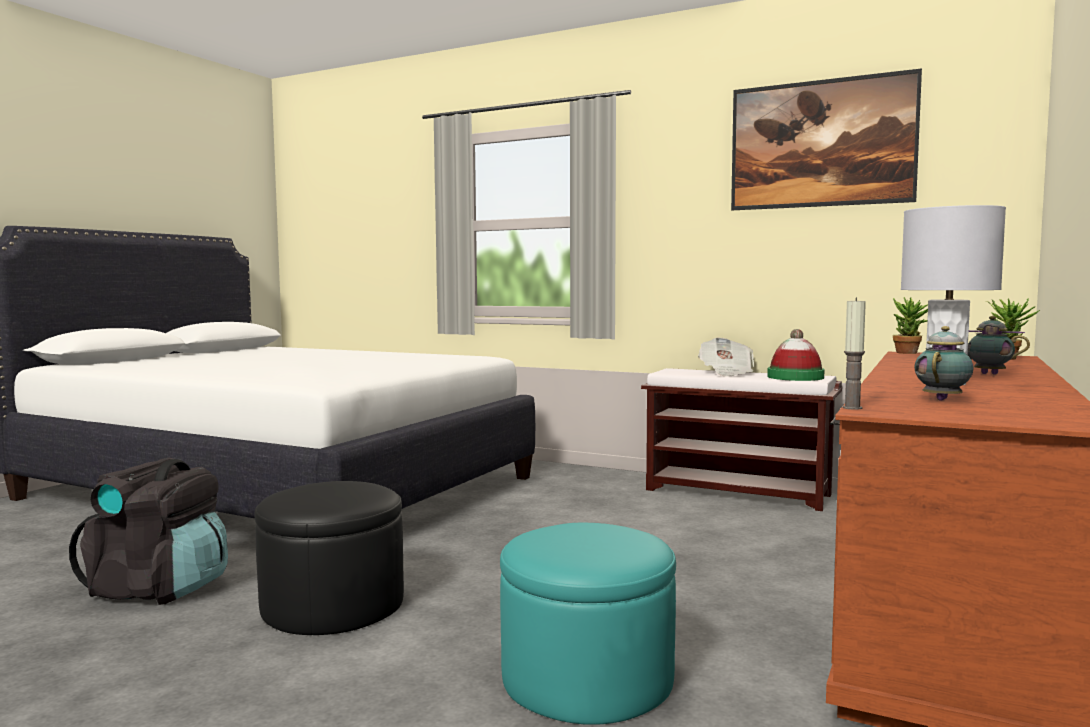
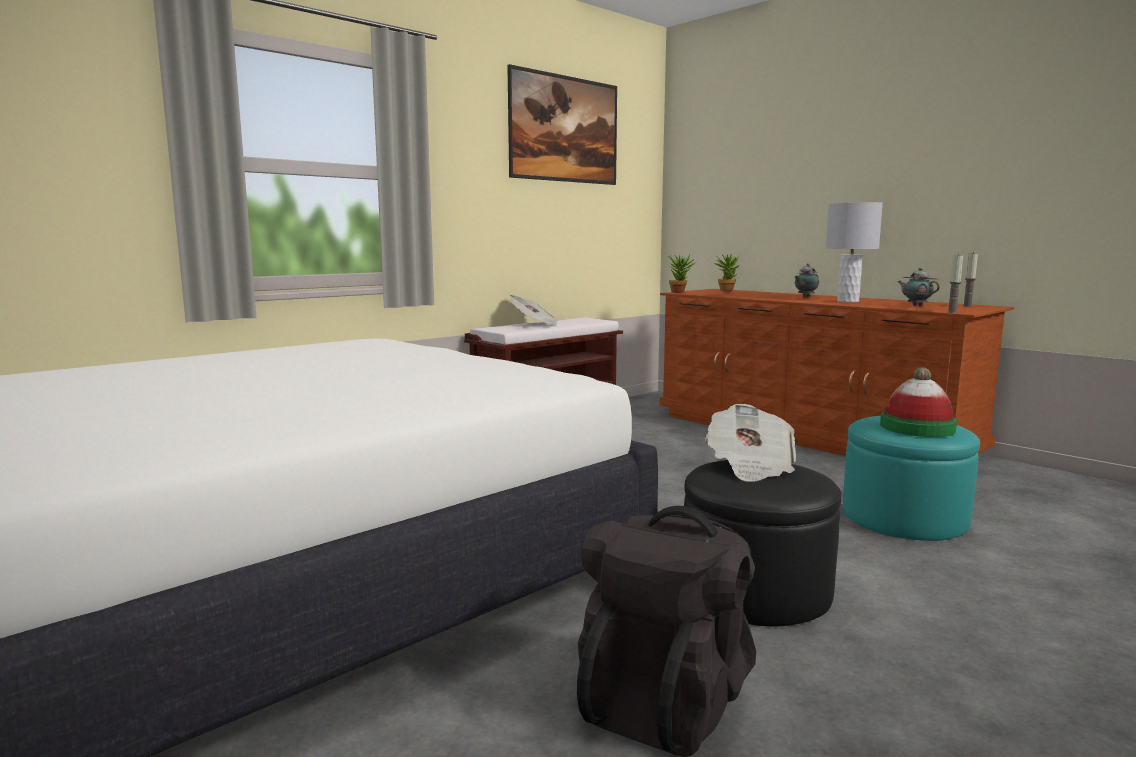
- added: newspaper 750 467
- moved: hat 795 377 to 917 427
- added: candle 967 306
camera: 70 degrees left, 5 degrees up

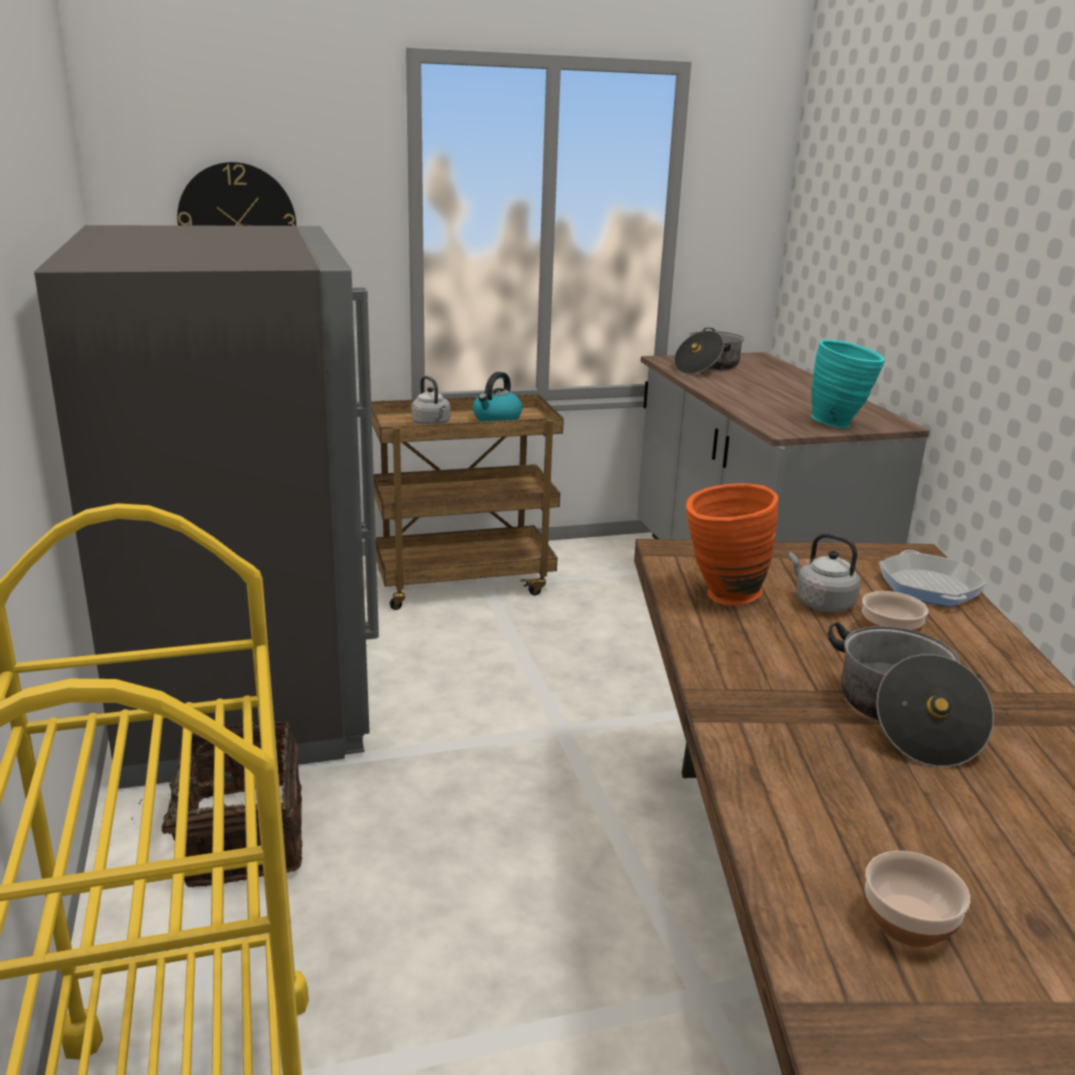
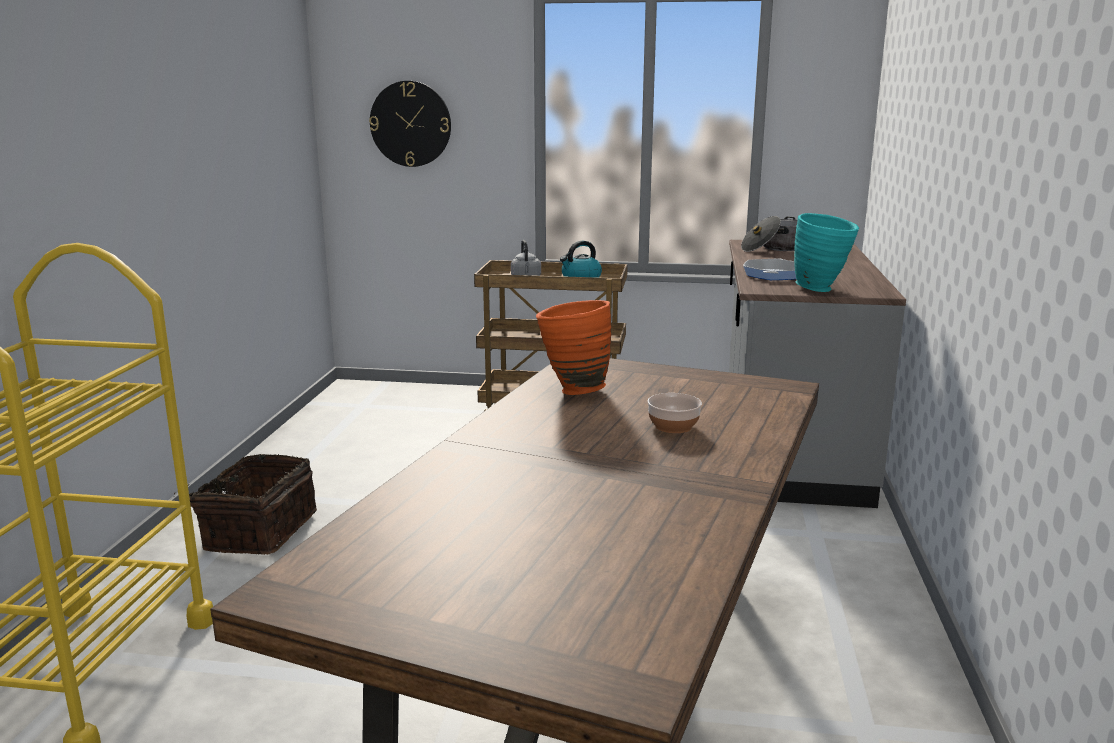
- moved: frying pan 929 587 to 773 274
- removed: fridge (grey) 247 689
- removed: kettle (grey) 821 603
- removed: cooking pot 903 716
- removed: bowl 908 921
camera: 25 degrees right, 5 degrees down

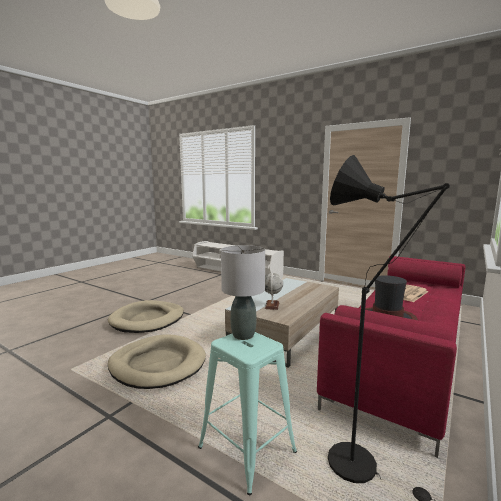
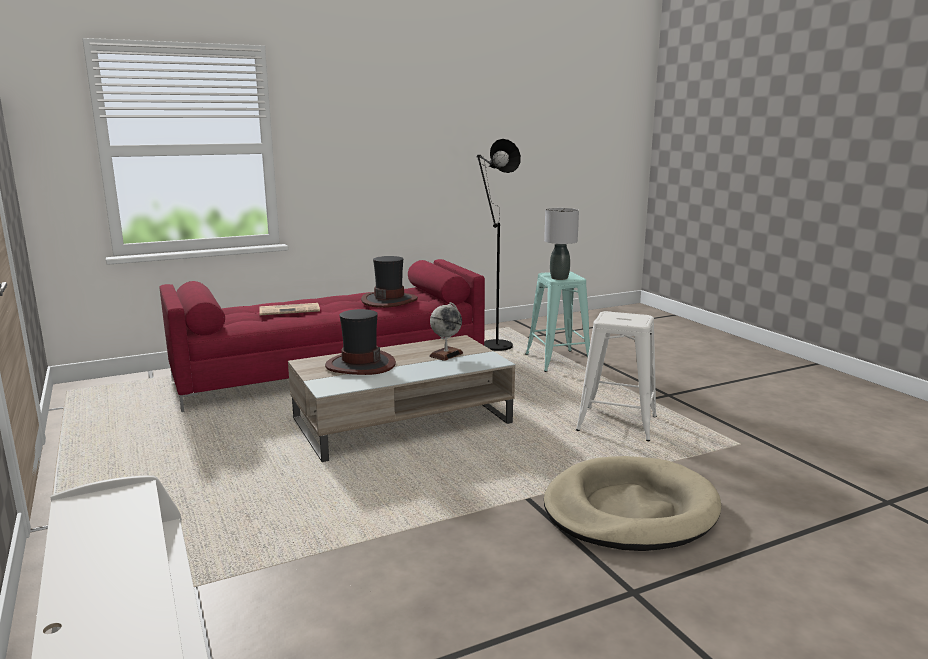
- added: hat 360 365
- replaced: dog bed (beige) 158 364 to stool (white) 617 423
camera: 150 degrees left, 5 degrees up

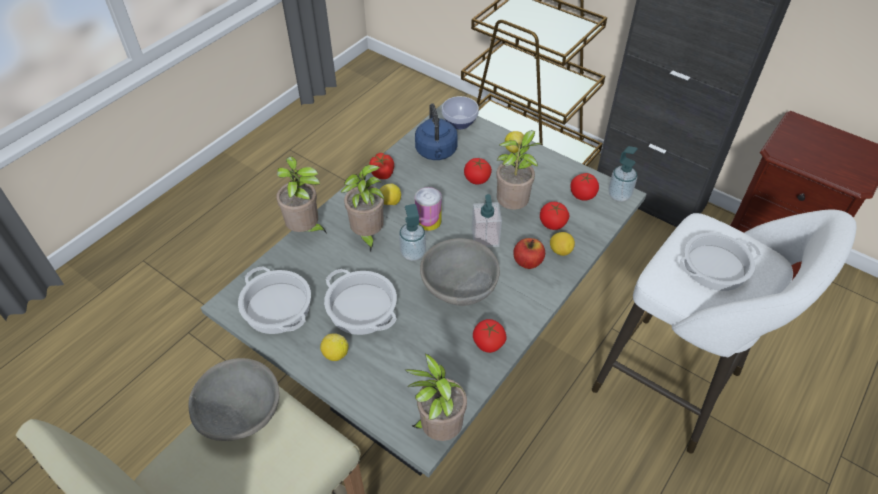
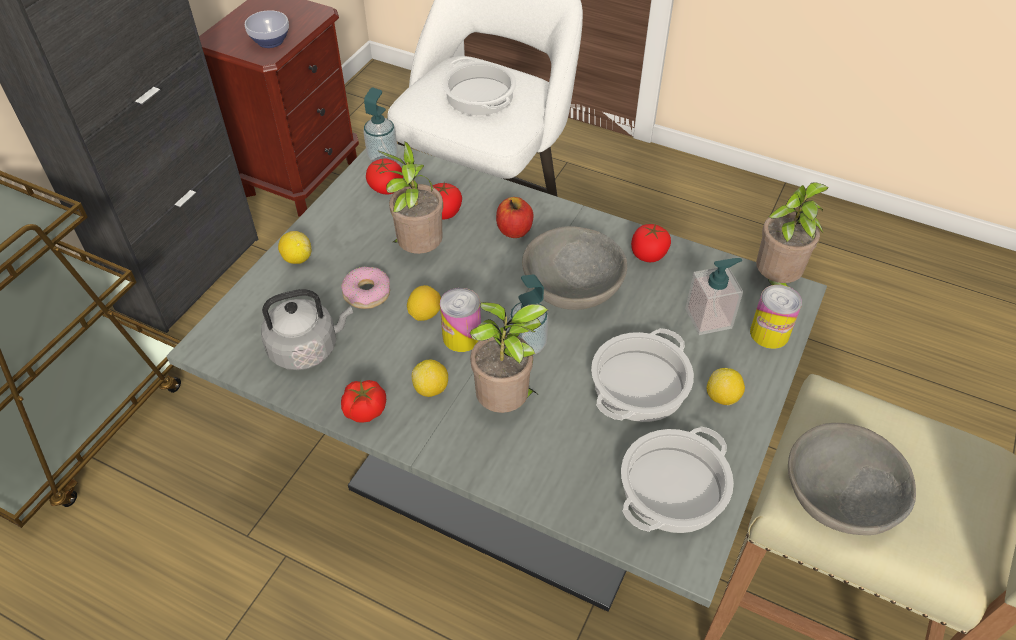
- moved: bowl 461 122 to 270 41
- recoloured: kettle (blue) 436 152 to kettle (grey) 307 348
- replaced: tomato 477 179 to donut 366 293
- moved: lemon 560 251 to 425 314
- moved: soap dispenser 485 238 to 708 318
- added: can 769 333
- removed: potted plant 306 230
camera: 100 degrees left, 0 degrees up

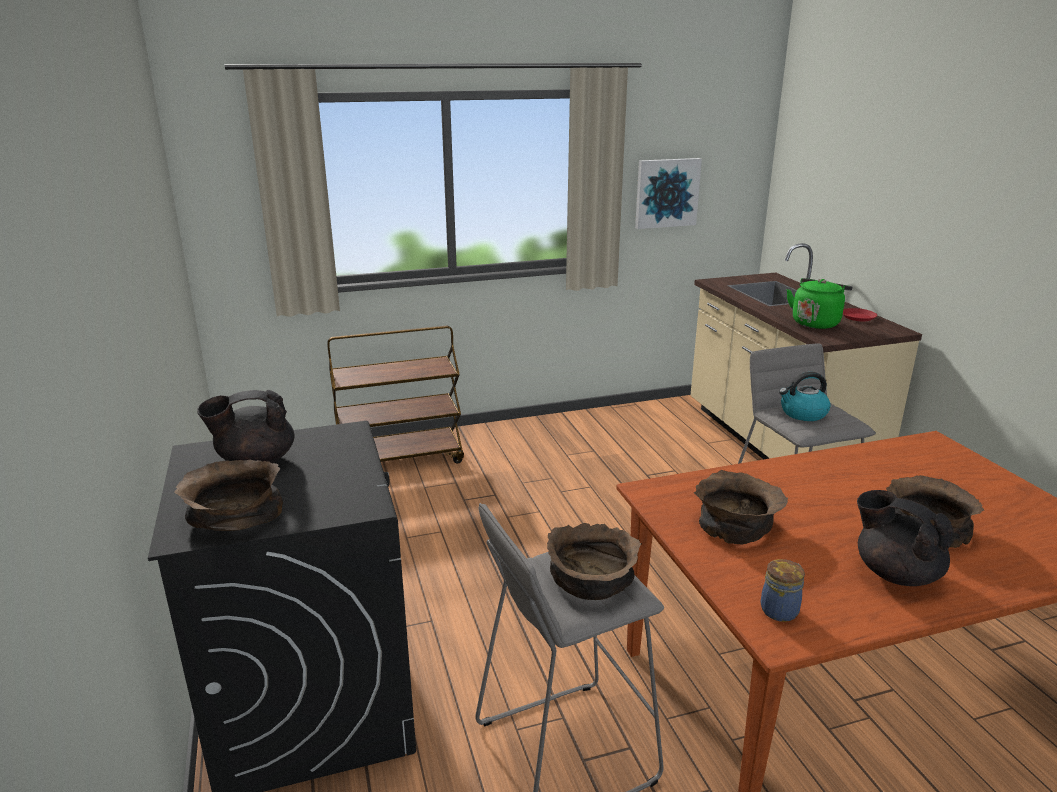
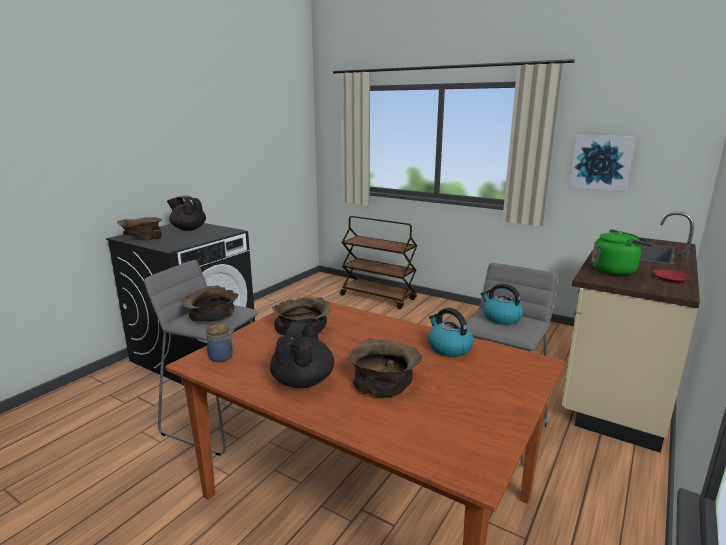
- added: kettle 448 348
camera: 50 degrees right, 5 degrees down

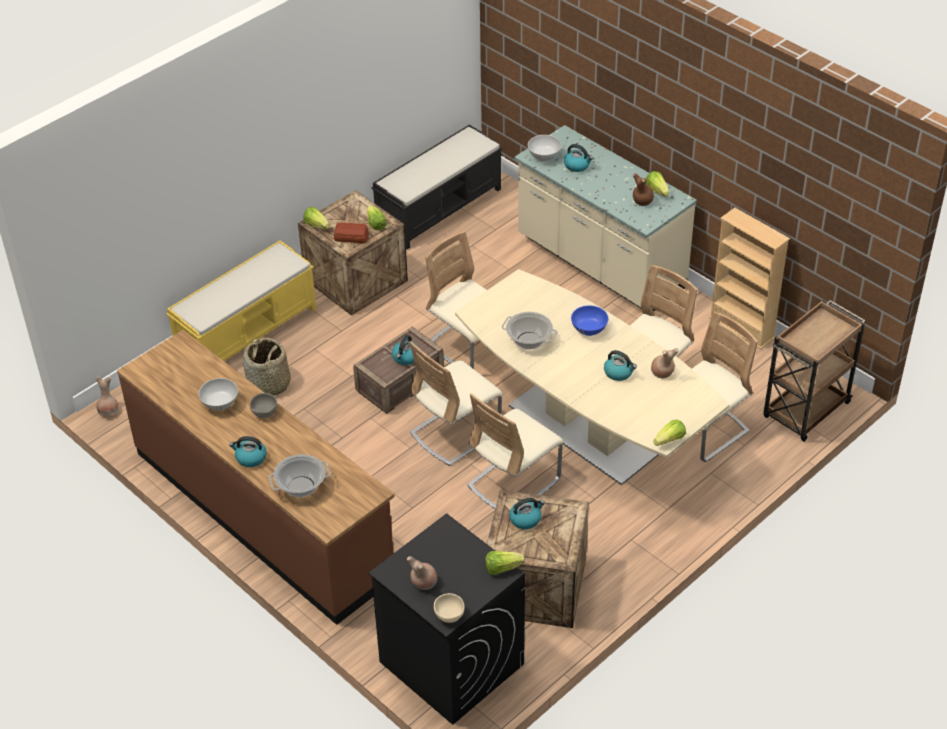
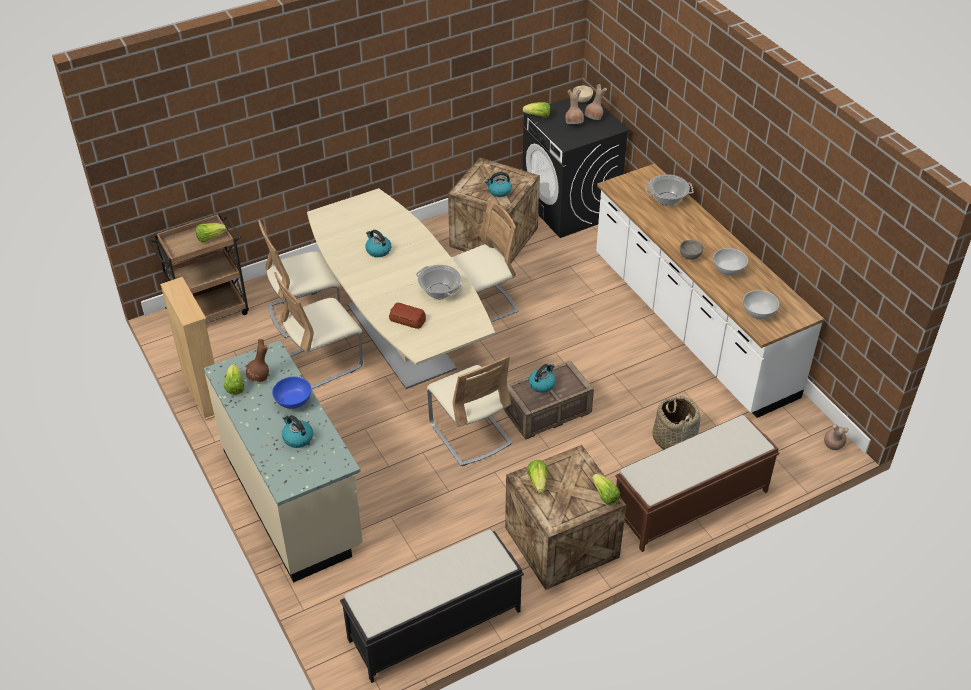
- moved: lettuce 670 440 to 210 237
- moved: bowl (blue) 589 329 to 293 402
- moved: bread 351 236 to 407 320
- moved: vase (brown) 662 373 to 574 123
- recoloured: counter (brown) 263 513 to counter (white) 691 326
- recoloured: bench (yellow) 248 331 to bench (brown) 689 504
- moved: bowl (white) 544 156 to 758 313
- removed: kettle 250 458
- removed: chair (beige) 455 432
camera: 165 degrees left, 0 degrees up

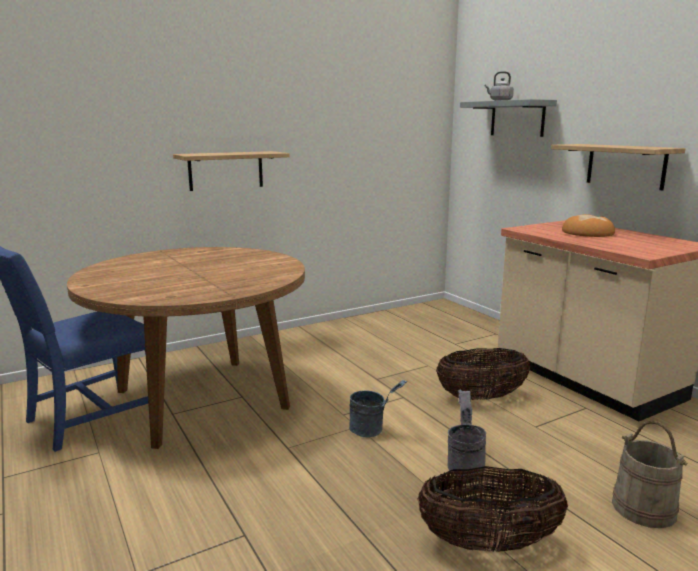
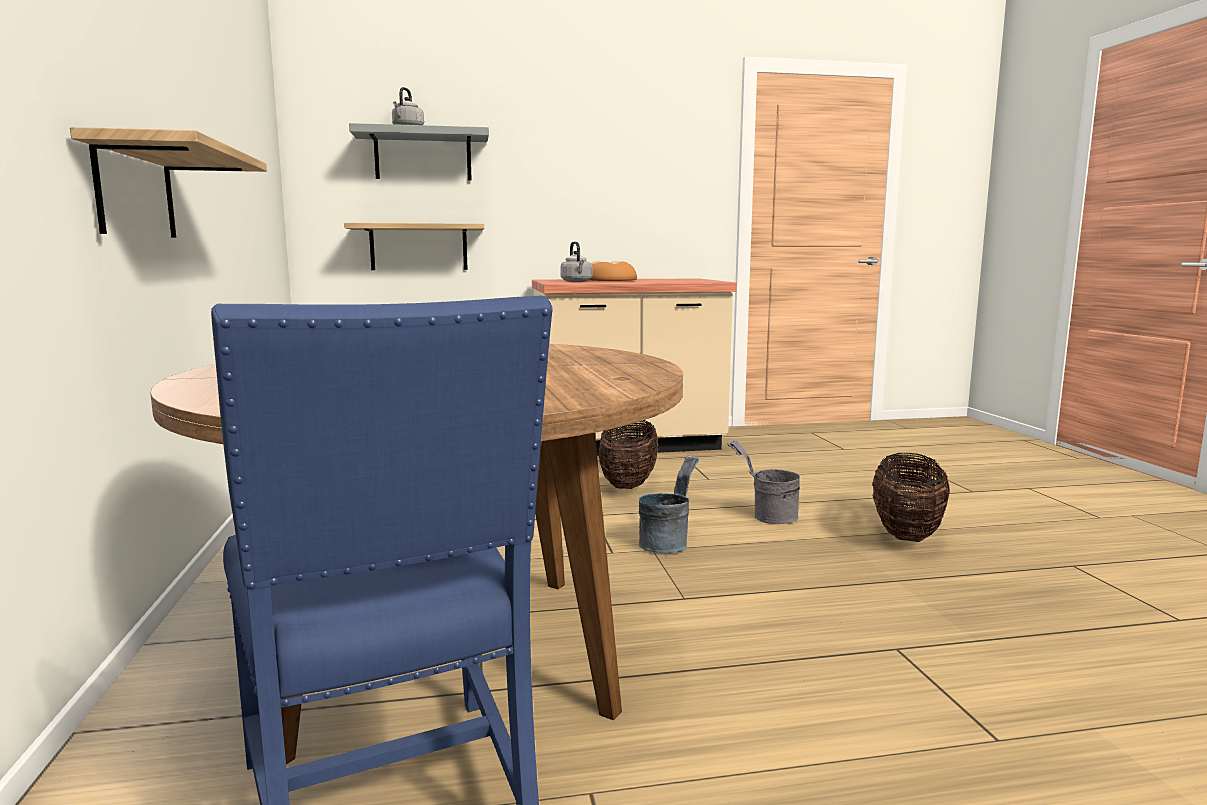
- moved: shelf 625 166 to 419 247
- added: kettle (grey) 577 282
- removed: bucket (beige) 644 508
camera: 70 degrees left, 5 degrees down

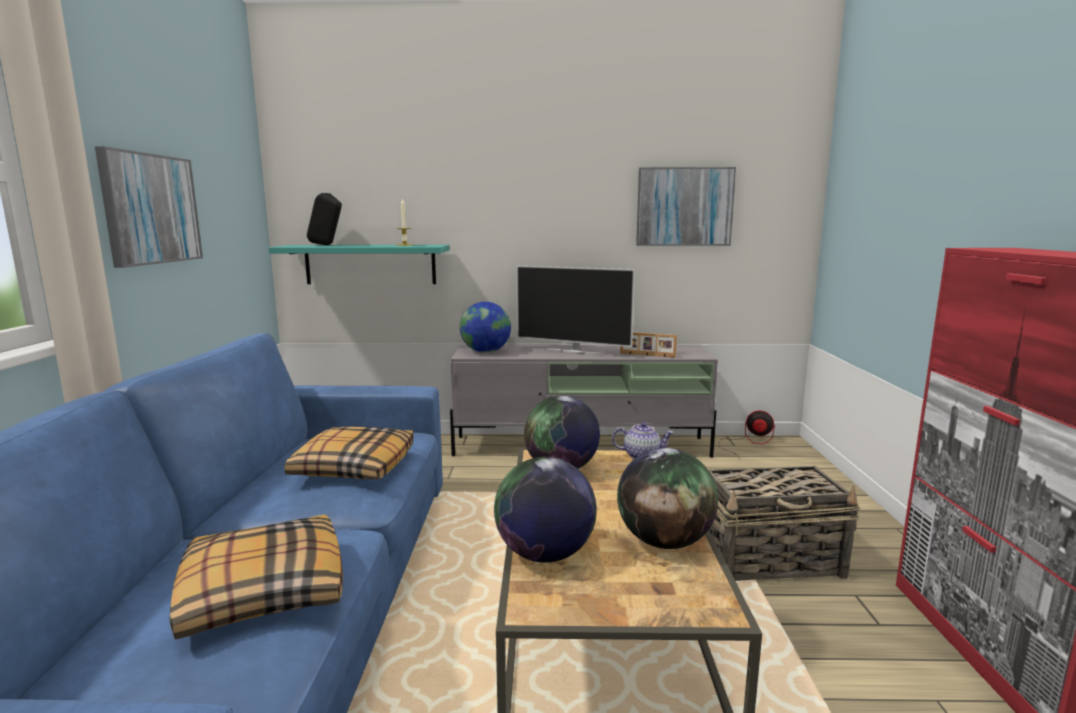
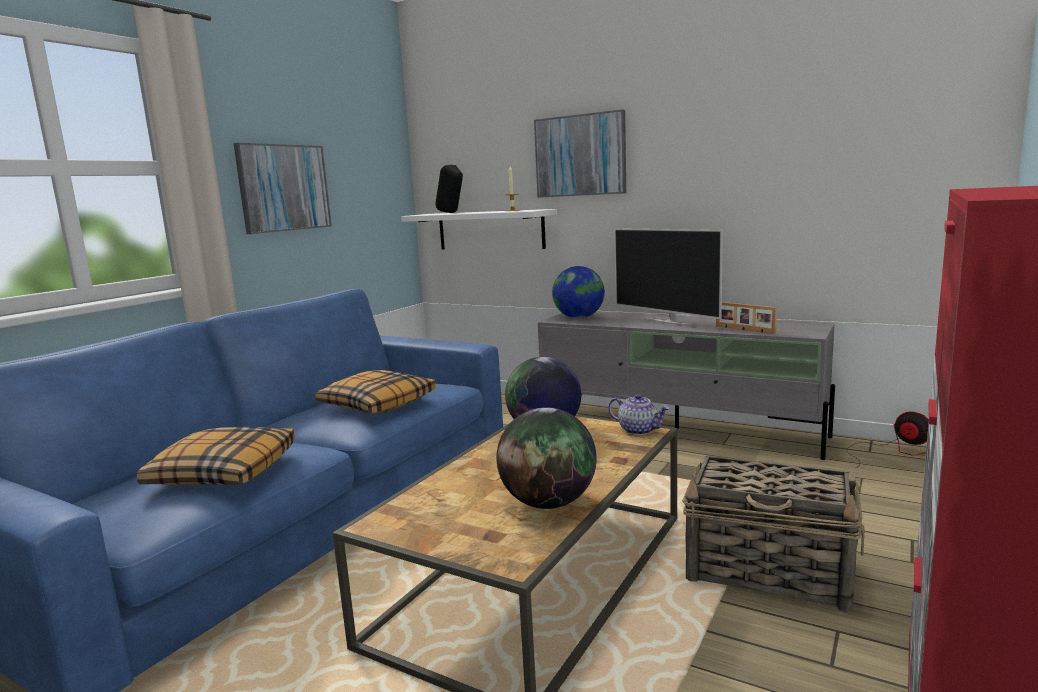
- recoloured: shelf (turquoise) 370 264 to shelf (white) 490 230
- moved: picture 684 207 to 580 155
- removed: globe 544 554
camera: 30 degrees right, 0 degrees up

